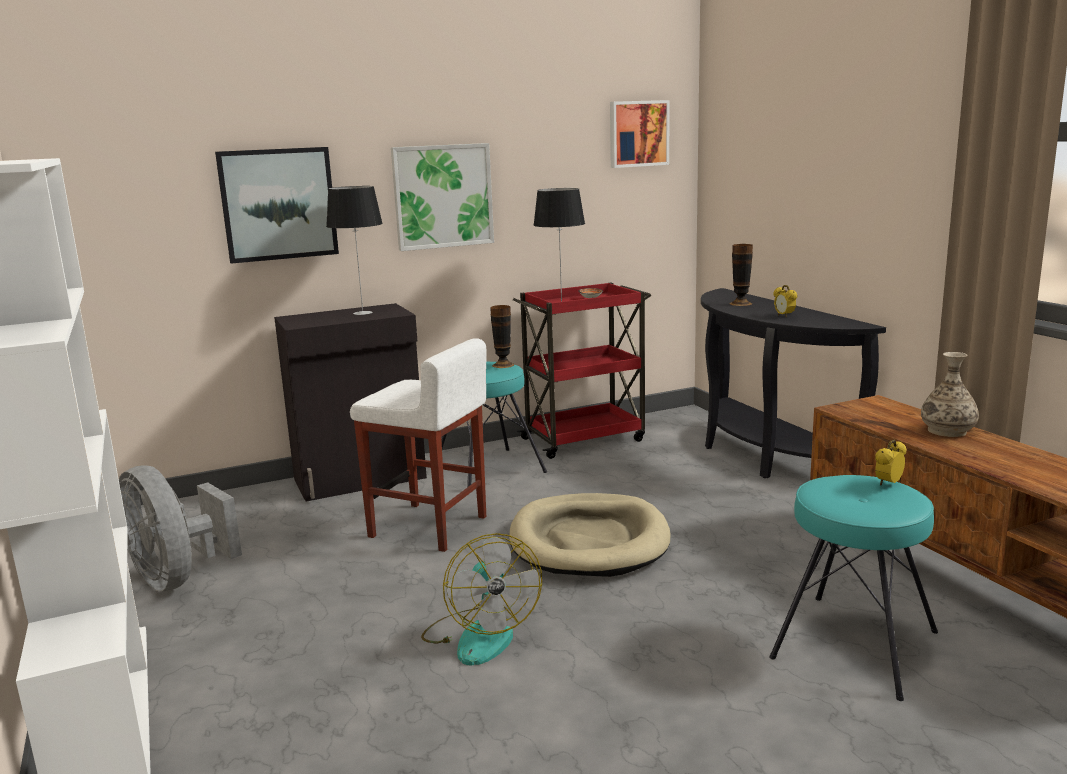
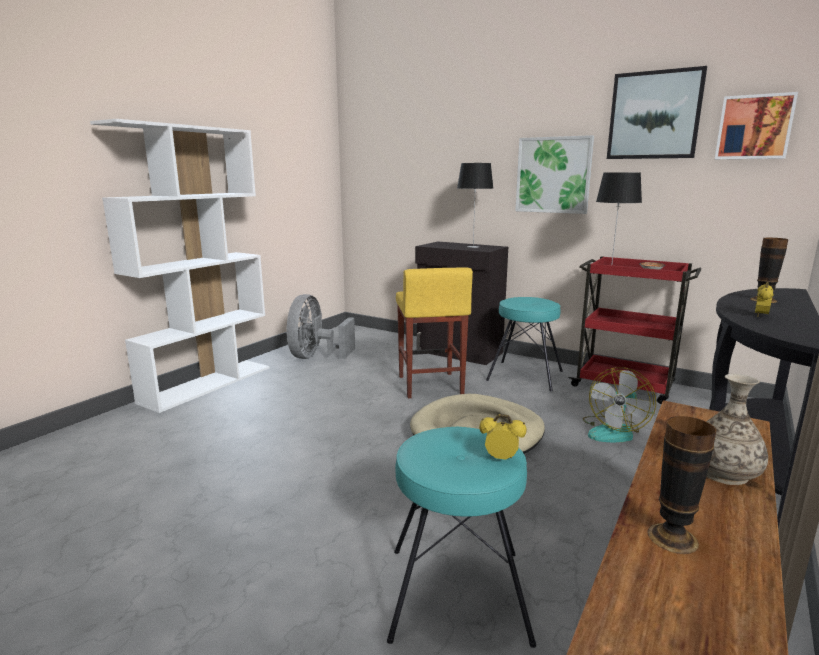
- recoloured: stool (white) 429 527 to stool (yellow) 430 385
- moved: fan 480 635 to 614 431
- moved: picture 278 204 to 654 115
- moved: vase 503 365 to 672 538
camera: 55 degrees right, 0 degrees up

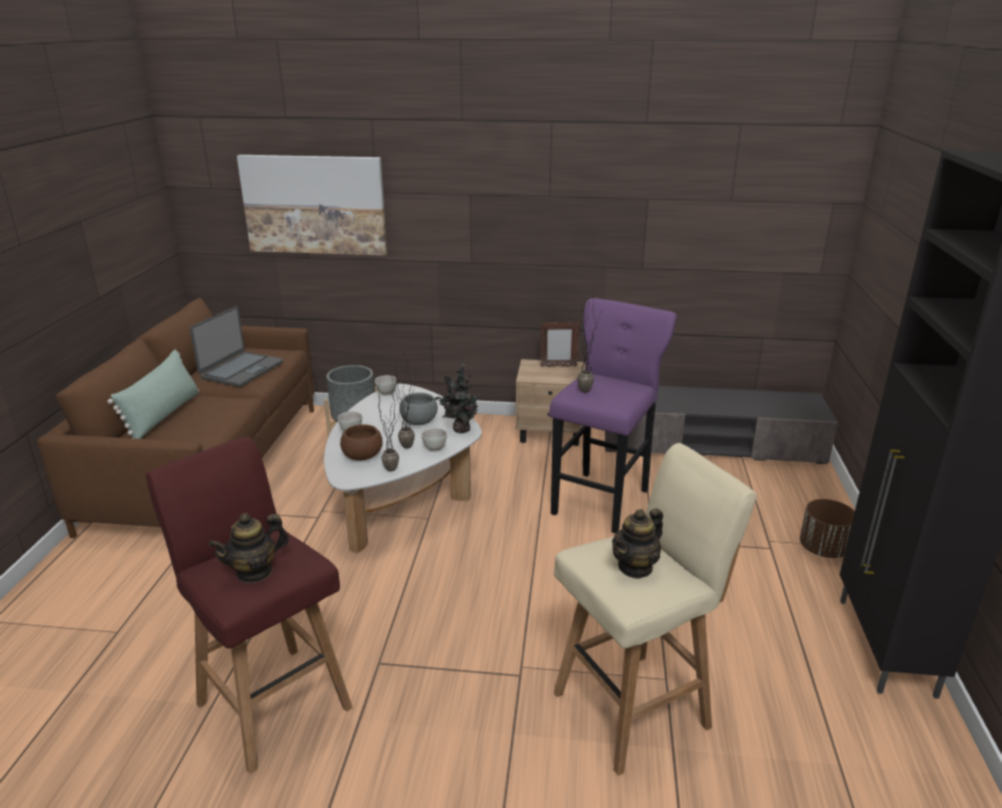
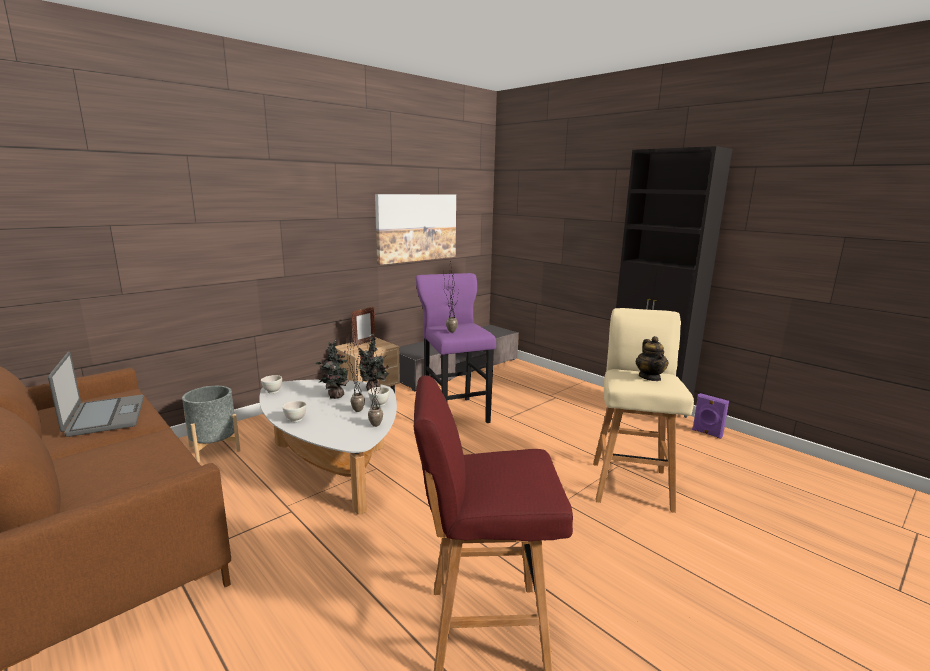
- replaced: bowl (grey) 419 421 to potted plant 334 396
- moved: picture 314 204 to 416 227
- added: speaker (purple) 707 433
- removed: pillow (green) 163 416
- removed: teapot 255 572
- removed: bowl (brown) 362 456
- removed: planter (brown) 823 549
camera: 50 degrees left, 10 degrees down

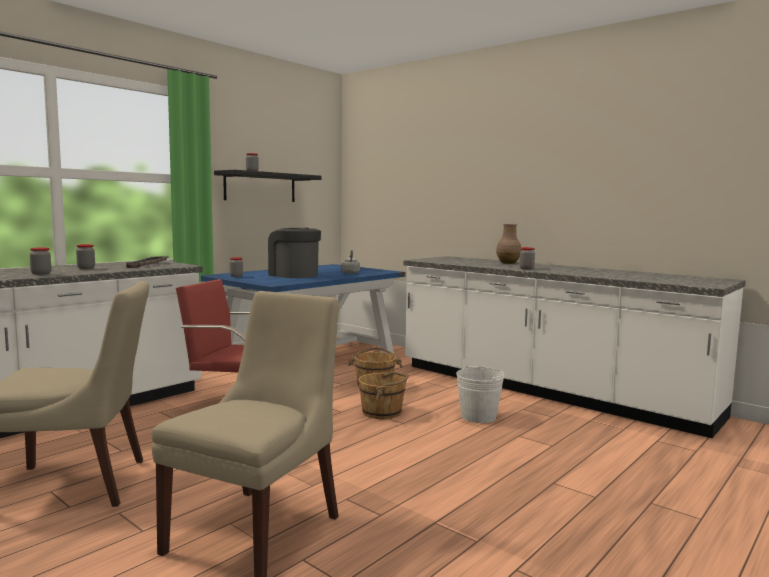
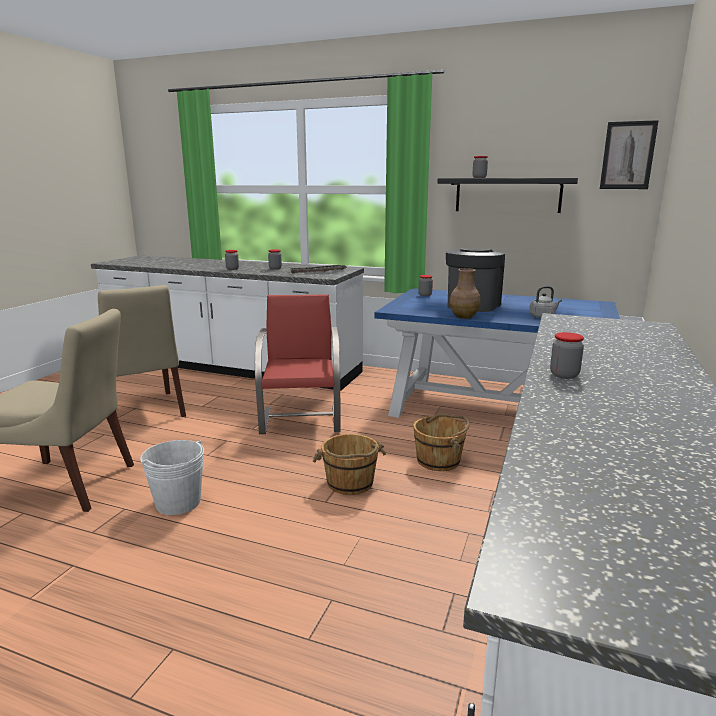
- moved: bucket (white) 478 416 to 178 502
- moved: vase (brown) 507 263 to 463 316
- added: picture 628 155
camera: 70 degrees right, 10 degrees up

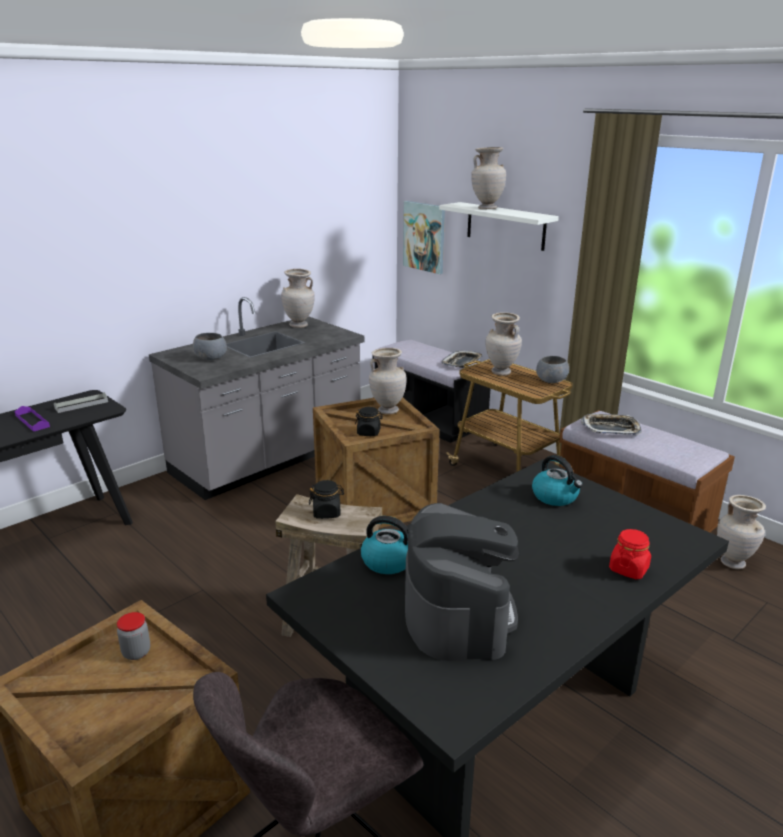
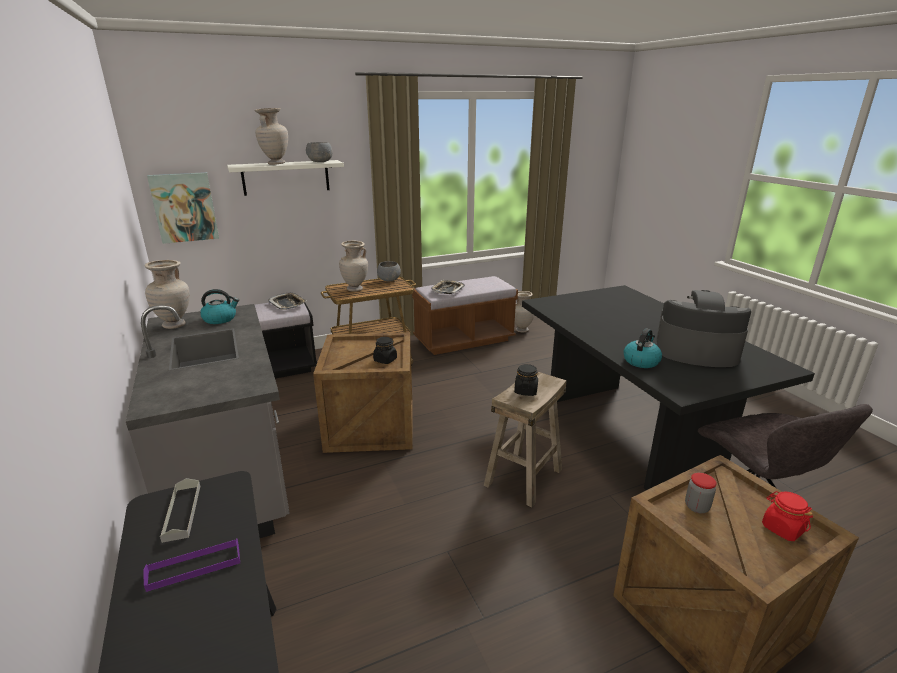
- moved: kettle 555 497 to 220 319
- moved: bowl (grey) 211 358 to 320 162
- moved: jar (red) 628 569 to 782 528
- removed: vase (beige) 387 410
camera: 70 degrees left, 0 degrees up

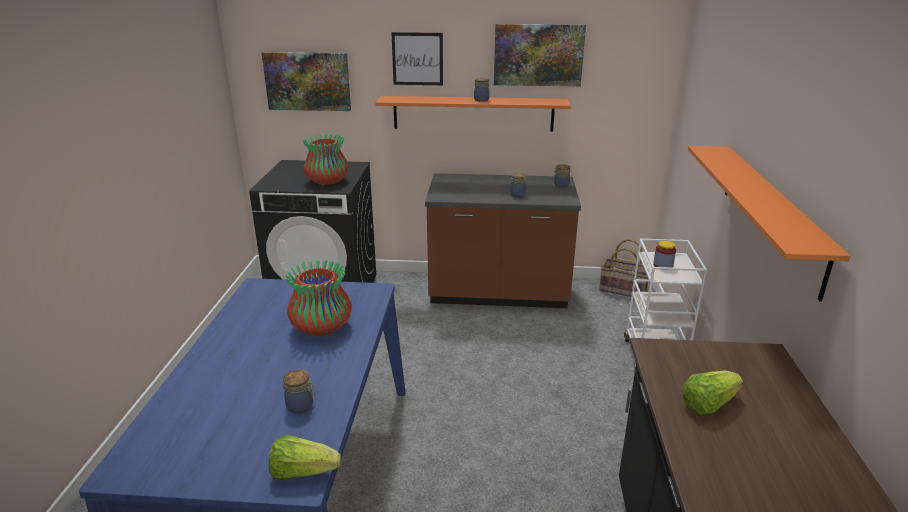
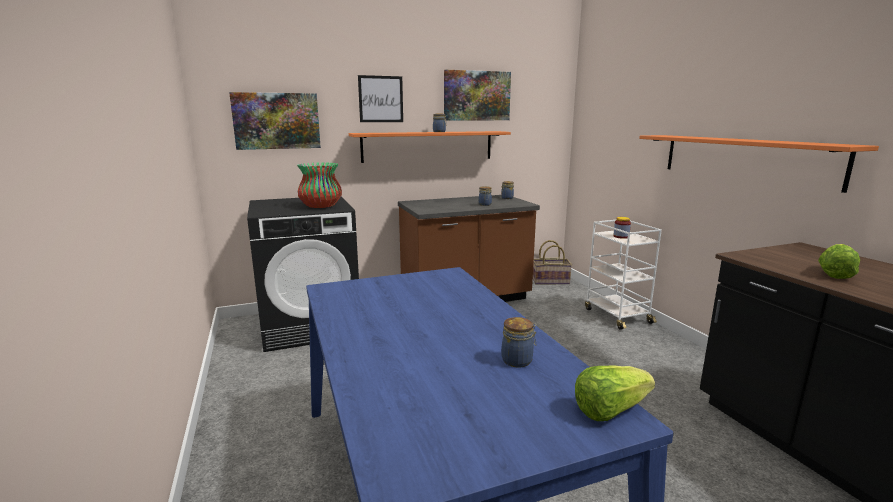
- removed: vase 322 327
camera: 25 degrees left, 10 degrees down

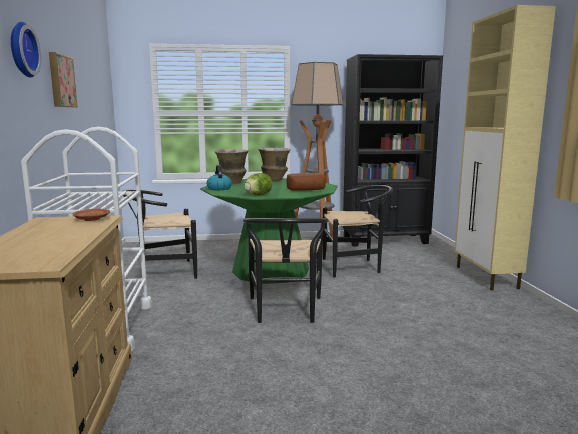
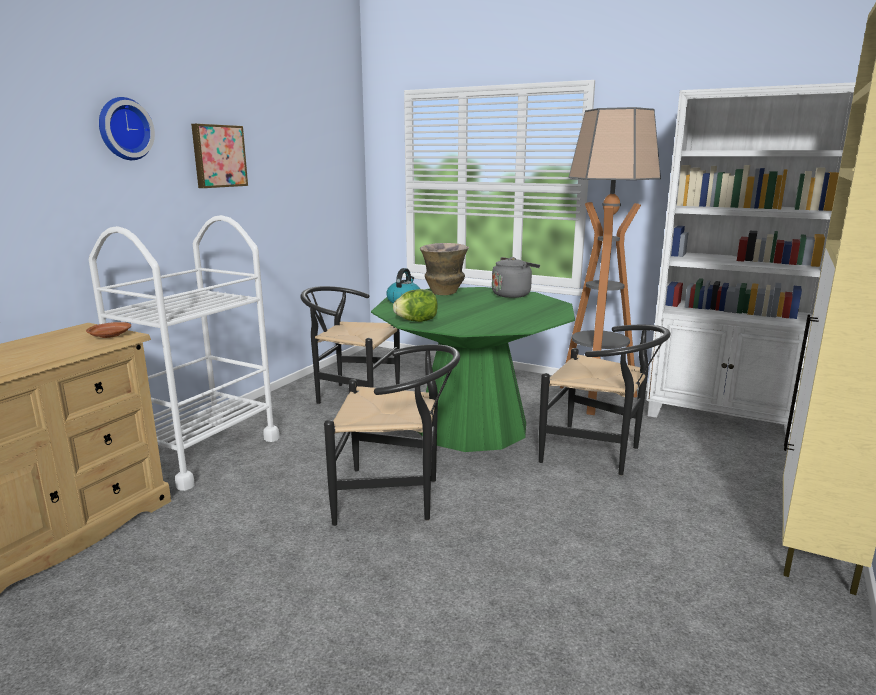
- turned: chair (black) 285 312 = 397 497 120 degrees counterclockwise
- replaced: vase 274 180 to kettle (grey) 513 294
- recoloured: bookcase (black) 386 240 to bookcase (white) 722 418
- removed: bread 307 190
camera: 35 degrees right, 5 degrees up

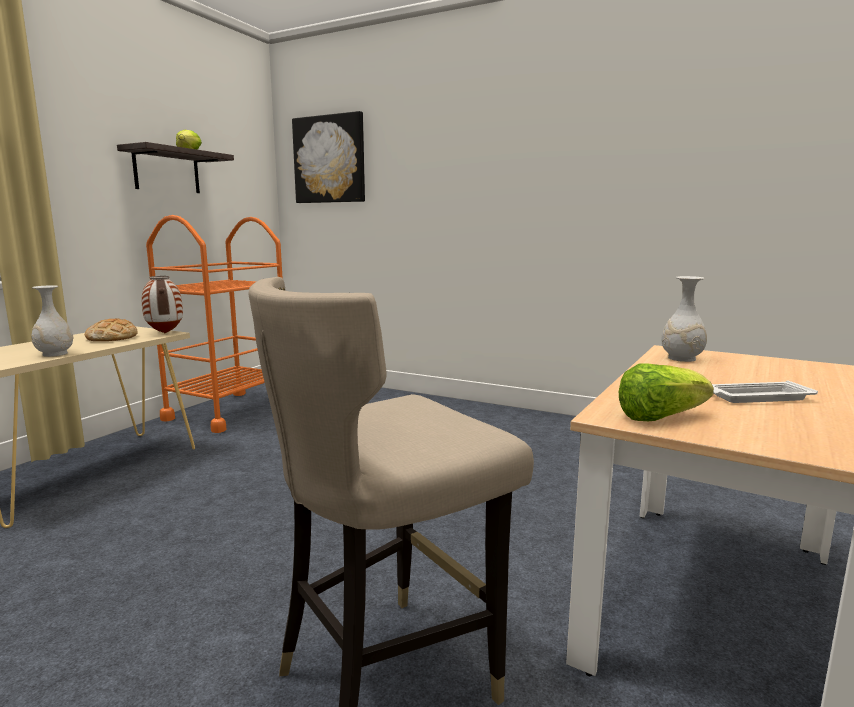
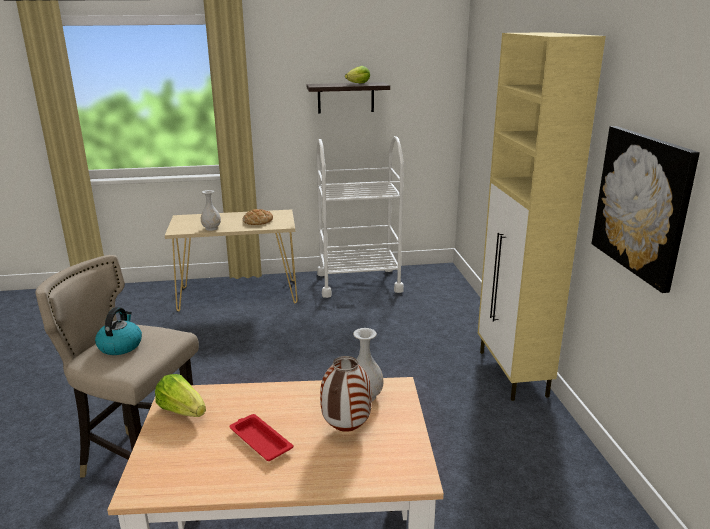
- added: kettle 120 346
- recoloured: tray (white) 757 397 to tray (red) 260 440
- recoloured: cart (orange) 229 411 to cart (white) 359 282
- moved: vase 164 333 to 346 429
- added: cabinet (beige) 512 374
- moved: picture 329 159 to 642 204
camera: 55 degrees right, 10 degrees up

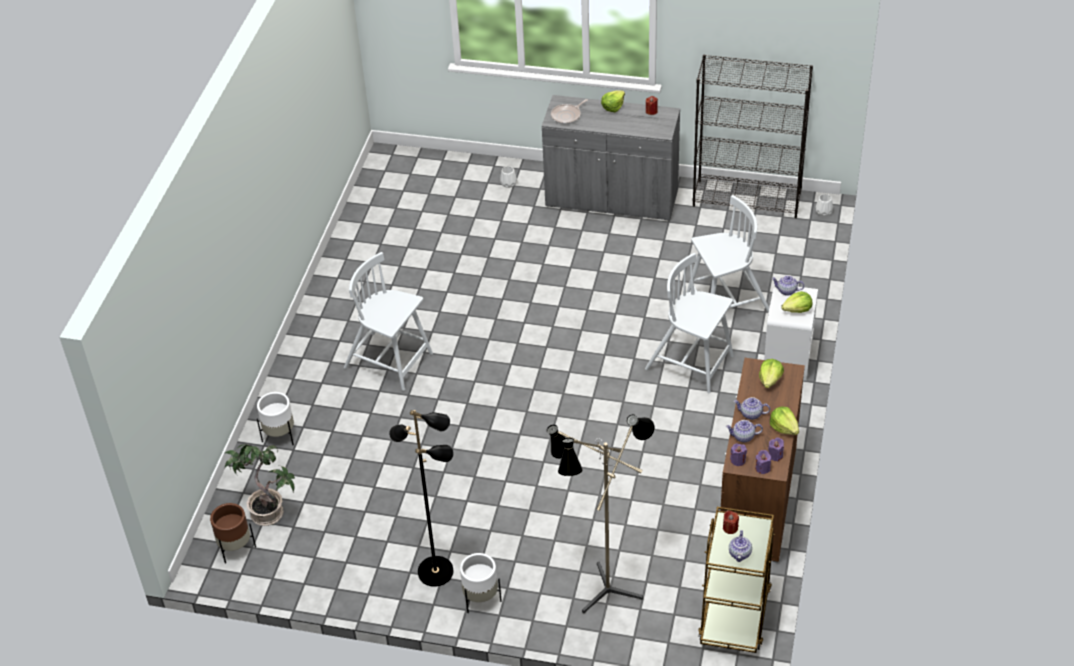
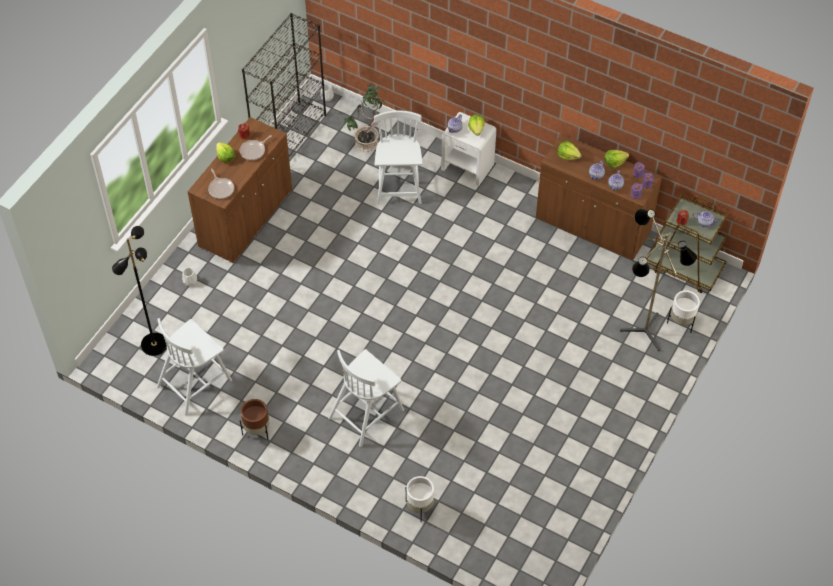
- moved: floor lamp (black) 436 571 to 153 344
- moved: chair (white) 691 363 to 195 382
- recoloured: cabinet (grey) 611 199 to cabinet (brown) 246 218
- added: frying pan 254 151
- moved: planter (brown) 236 548 to 257 430
- moved: potted plant 268 512 to 366 142
- moved: planter (white) 481 599 to 681 322
camera: 75 degrees left, 10 degrees up

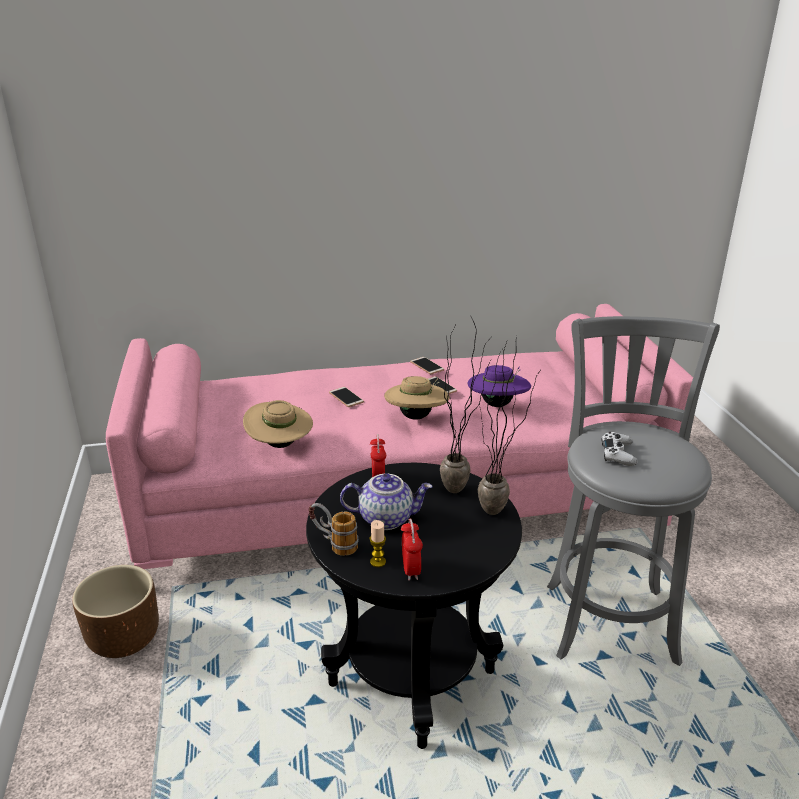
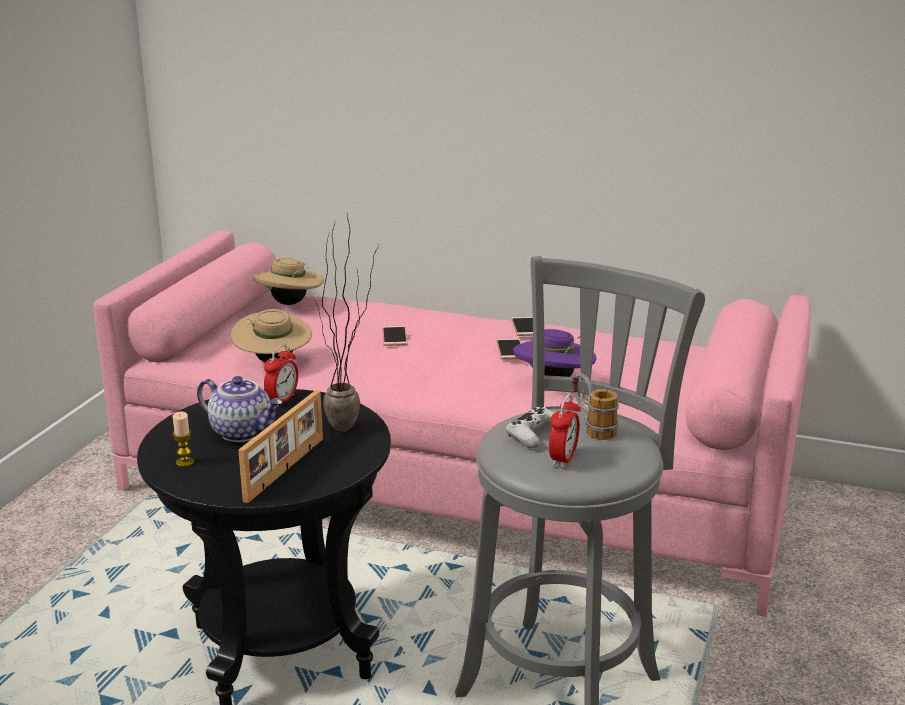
- added: picture frame 286 469
- moved: hat (beige) 416 417 to 290 303
- moved: alarm clock 411 570 to 563 459
- moved: mug 333 544 to 591 427
- removed: planter (brown) 124 639
- removed: potted plant 499 516
camera: 30 degrees right, 5 degrees down

